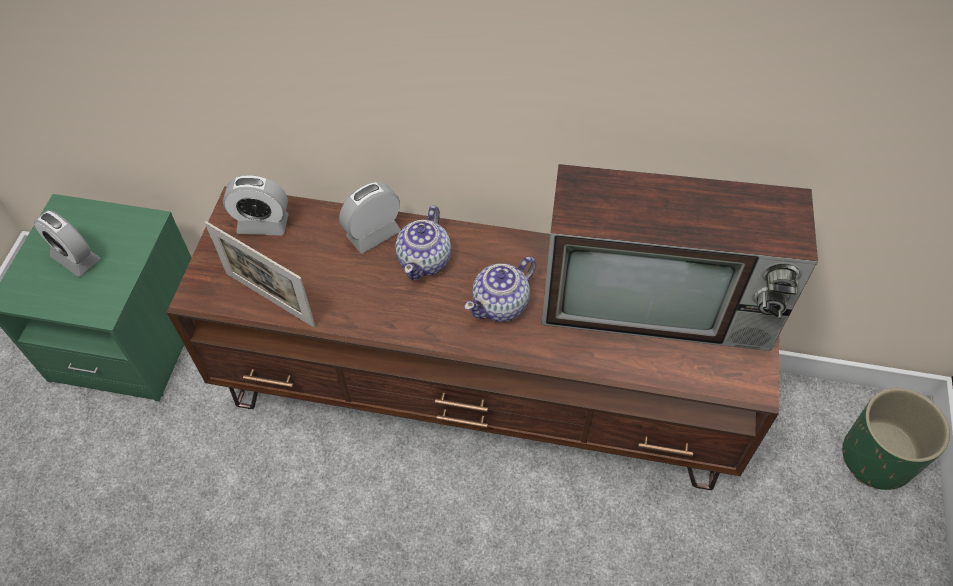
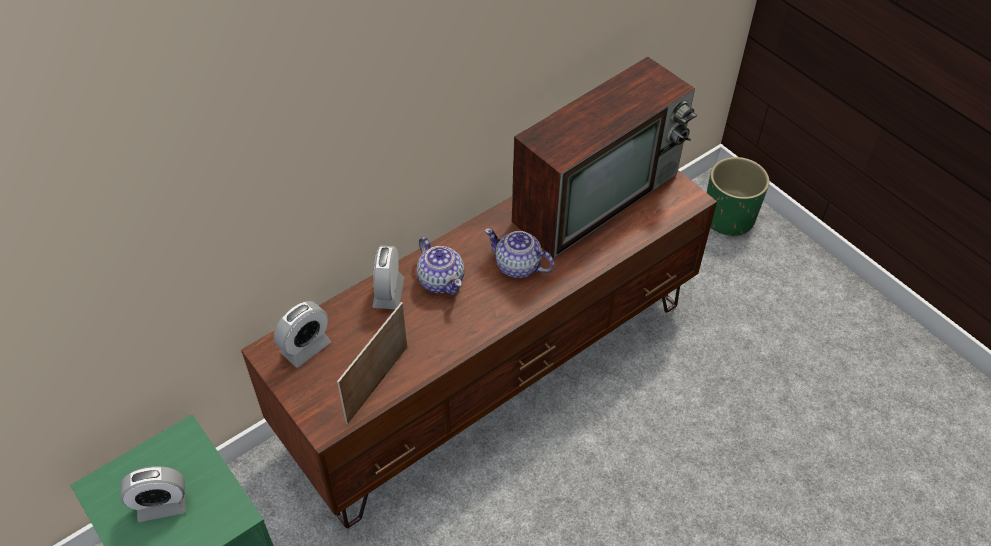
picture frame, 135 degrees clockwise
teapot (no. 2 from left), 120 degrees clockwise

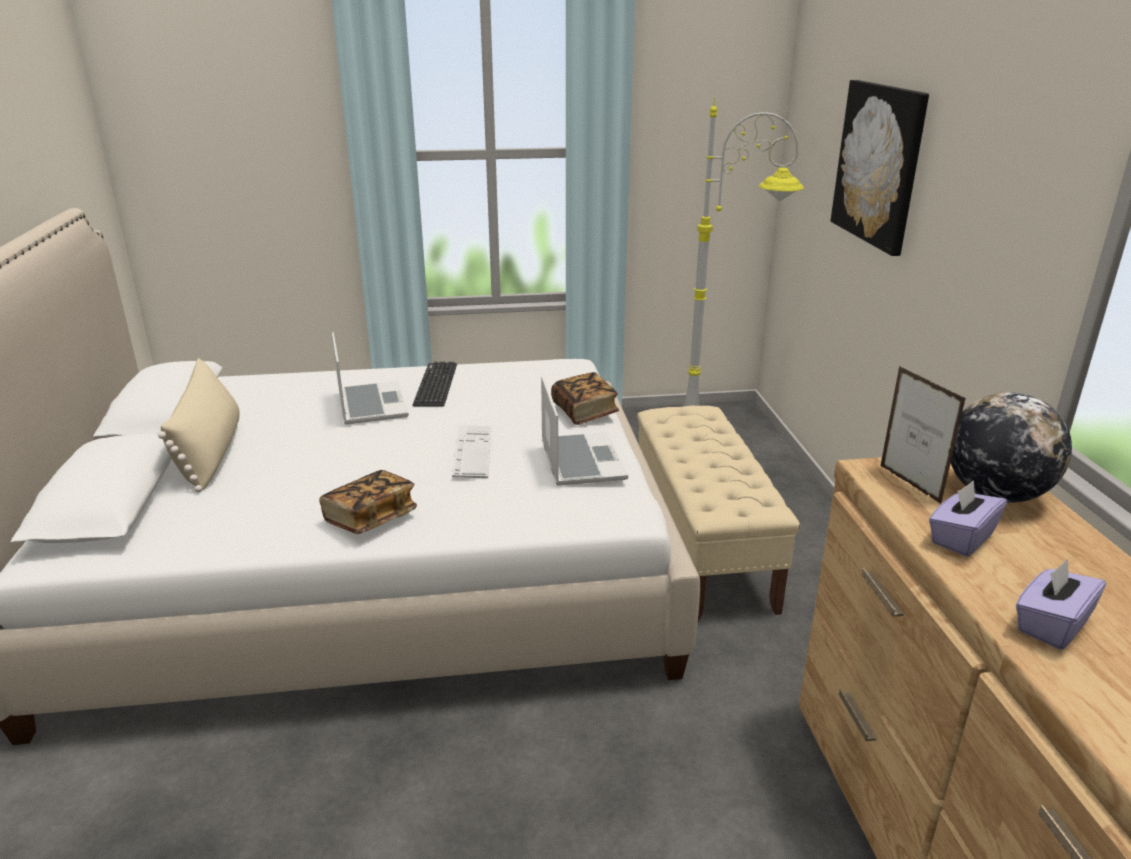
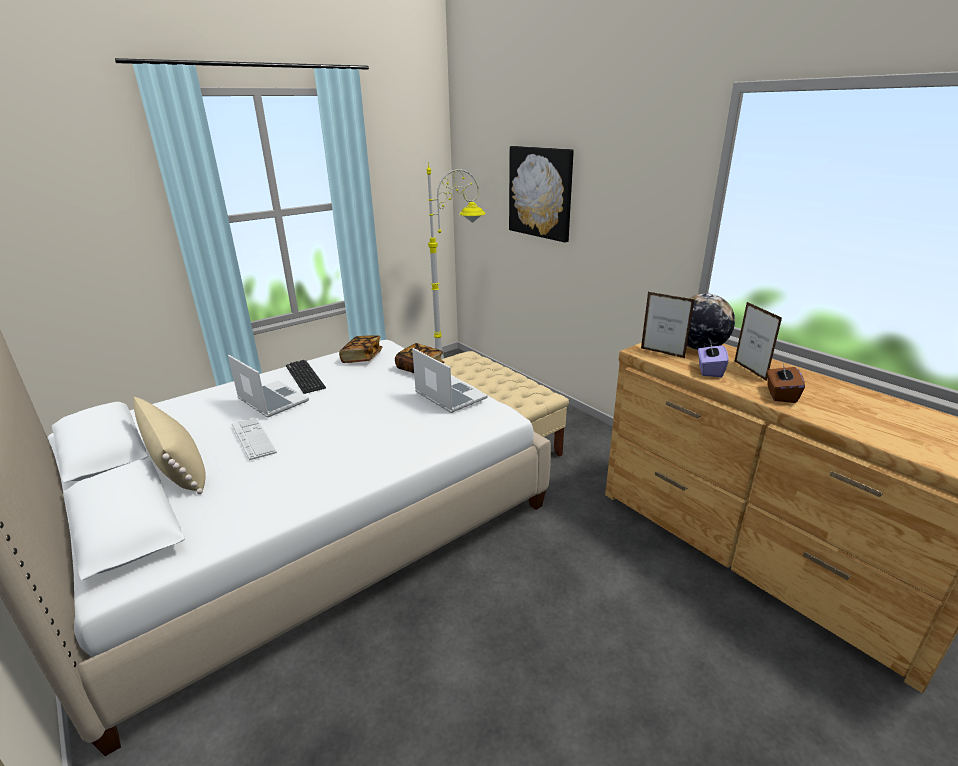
book (no. 1 from left), shifted
keyboard (no. 2 from left in the first image) => keyboard (no. 1 from left), shifted
tissue box/purple (no. 2 from left) => tissue box/brown
nothing => picture frame (no. 2 from left)

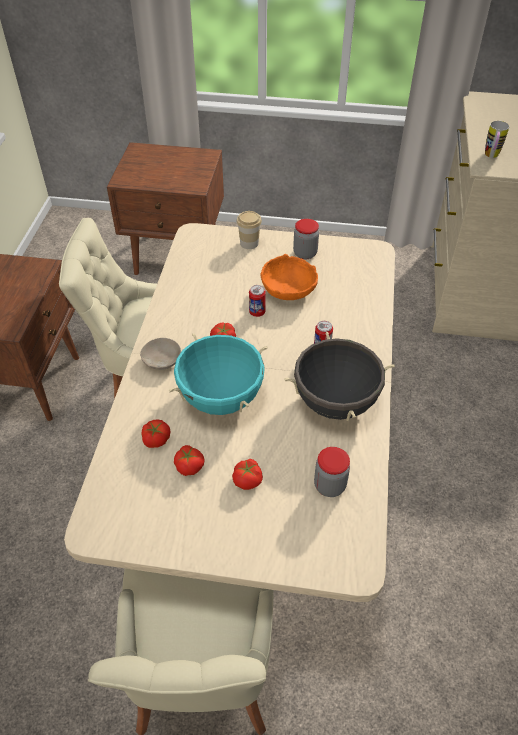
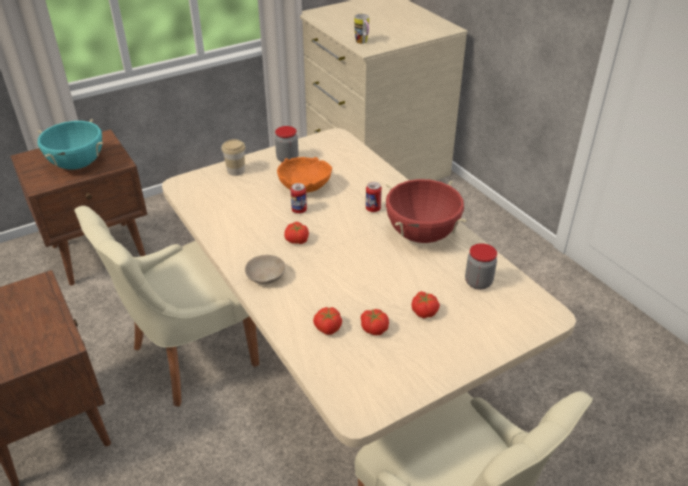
cooking pot/blue-green, shifted
cooking pot/blackish => cooking pot/red-coloured

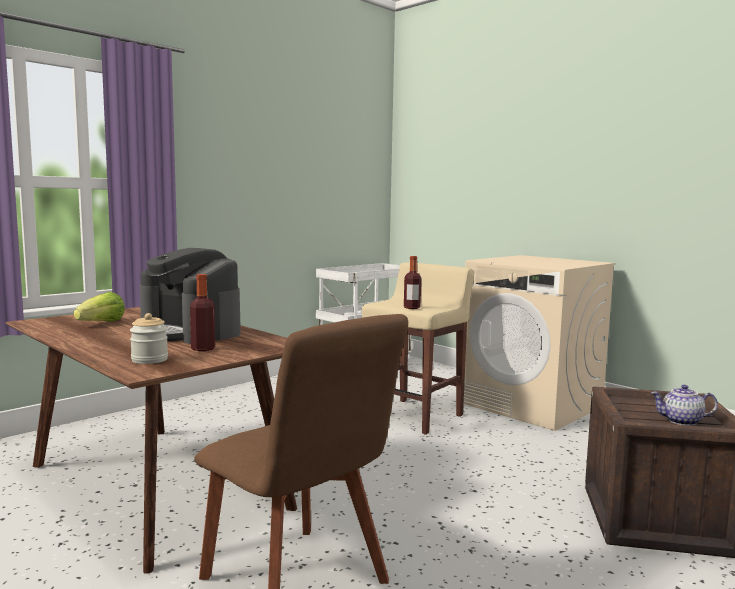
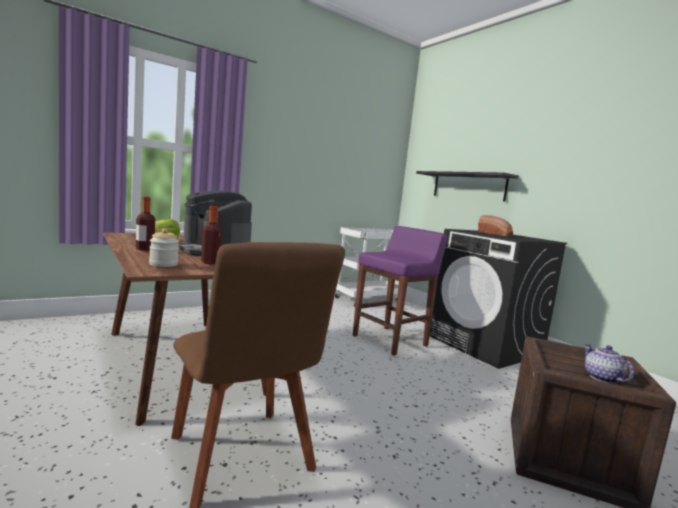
stool/sand-coloured => stool/purple
drink bottle (no. 2 from left in the first image) => drink bottle (no. 1 from left), shifted
washing machine/sand-coloured => washing machine/blackish
teapot, 60 degrees clockwise
nothing => wall shelf/blackish
nothing => baked bread

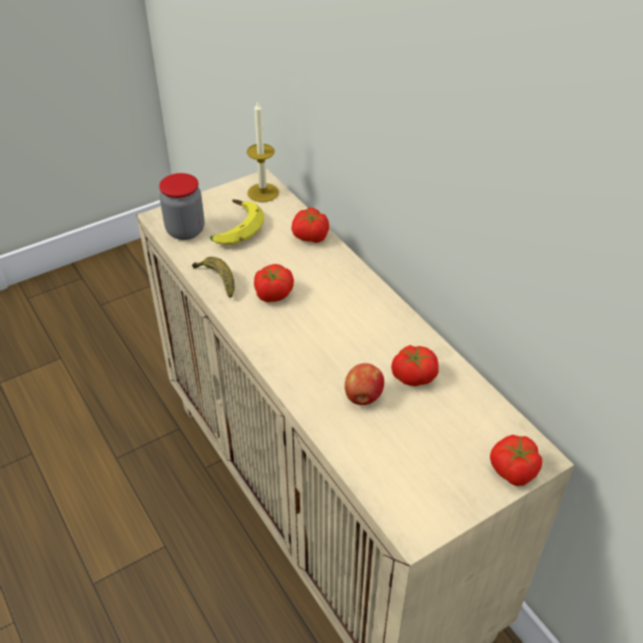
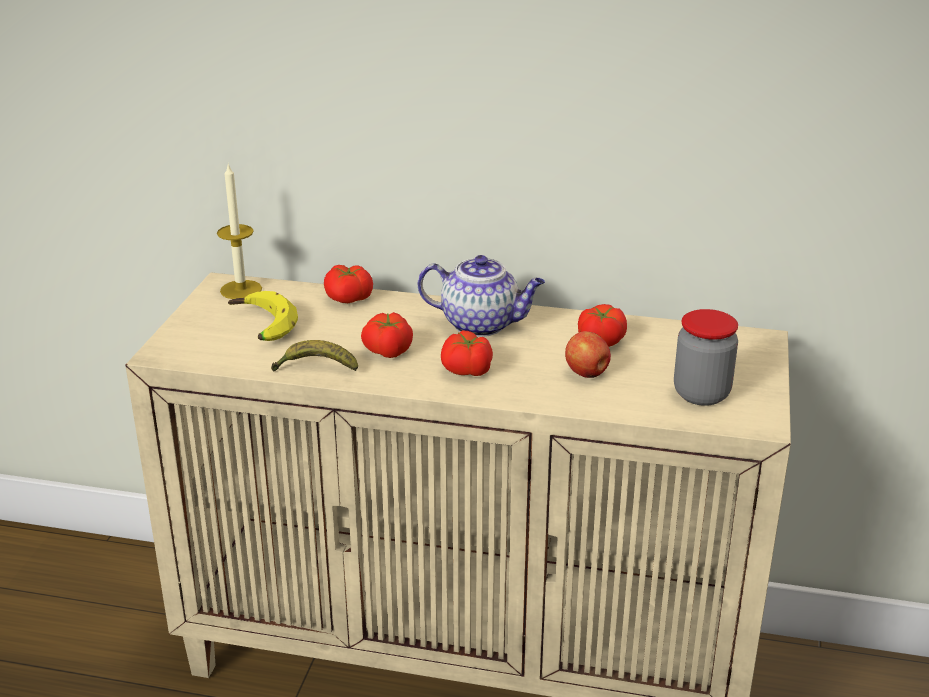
preserve jar, shifted
fresh tomato (no. 4 from left in the first image) => fresh tomato (no. 3 from left), shifted
nothing => teapot

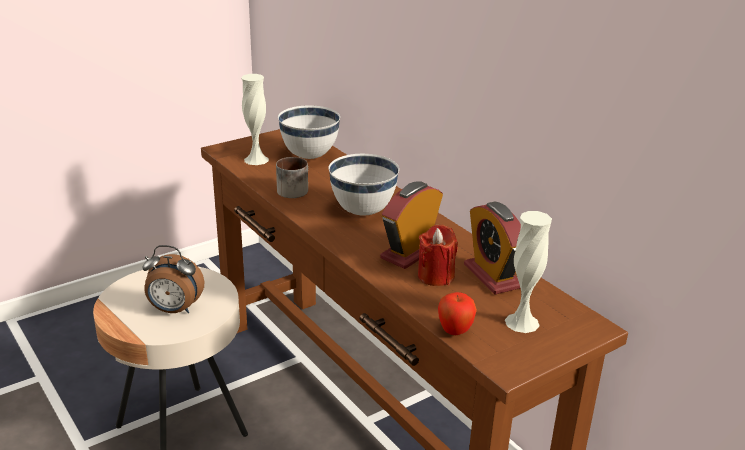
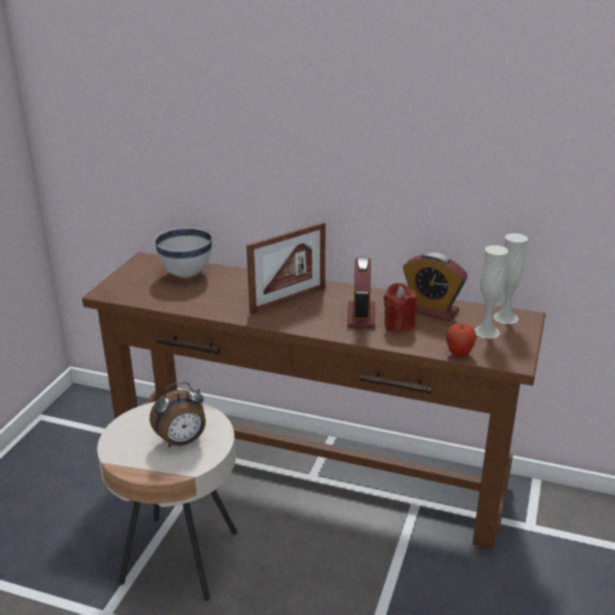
decorative vase/whitish (no. 1 from left in the first image) => decorative vase/whitish (no. 2 from left), shifted
mug => nothing
deep dish/whitish (no. 2 from left) => picture frame

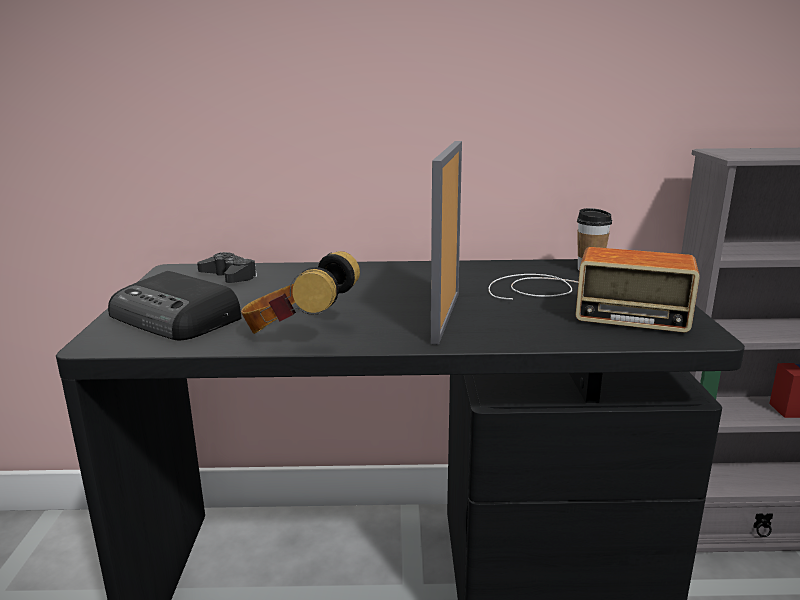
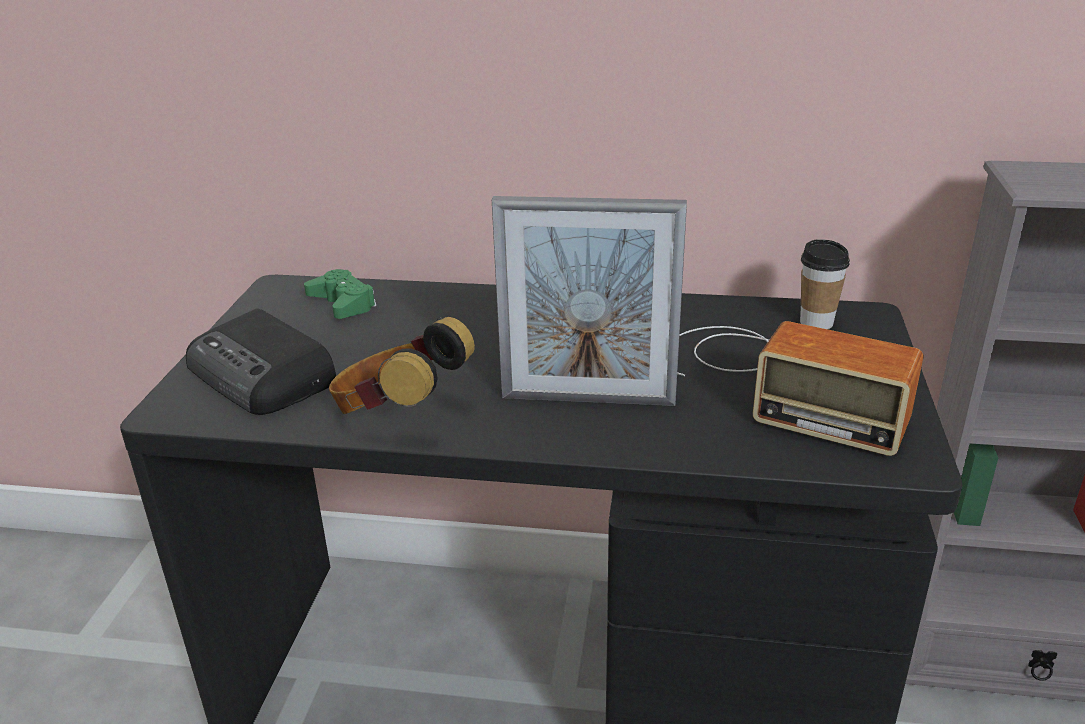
game controller/blackish => game controller/green
picture frame, 105 degrees counterclockwise

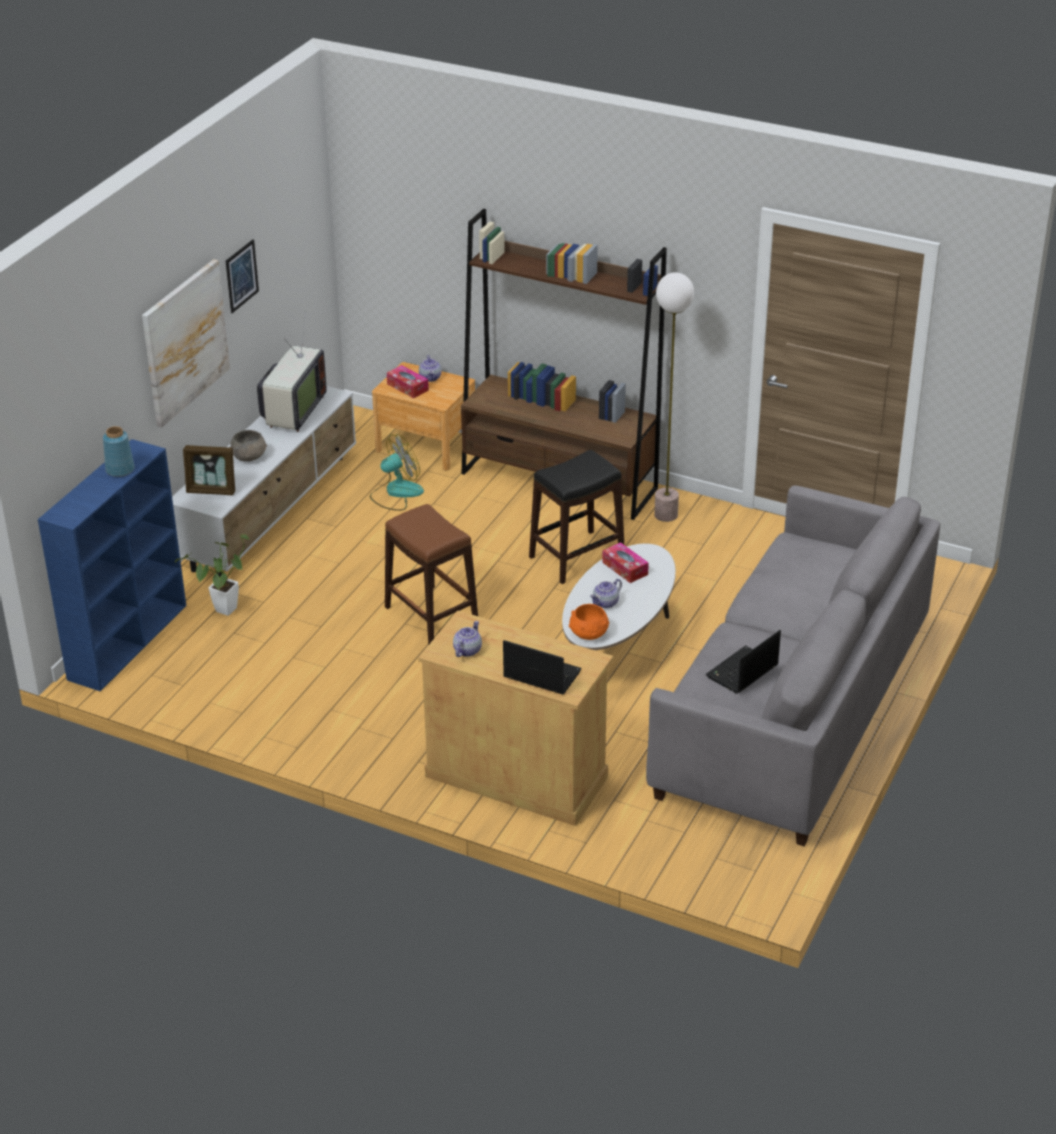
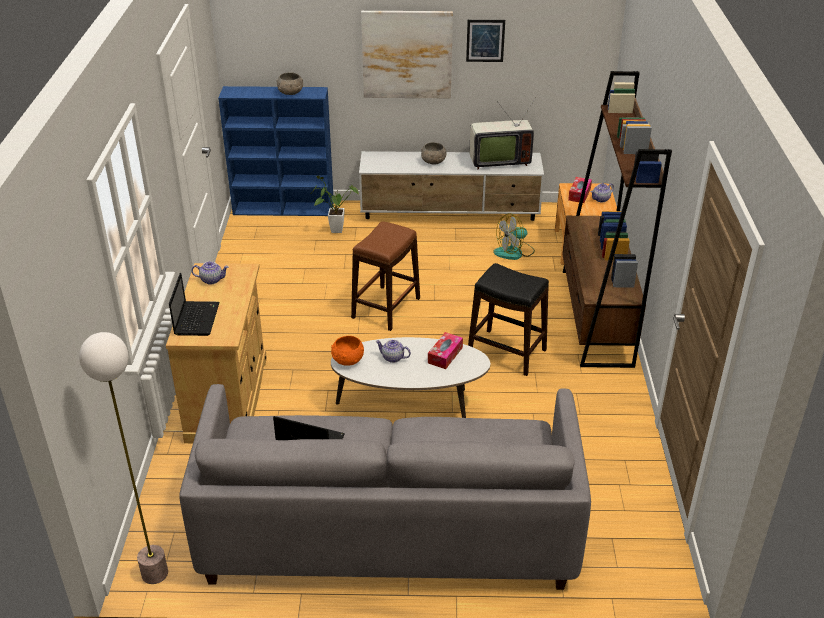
decorative vase/bluish => deep dish/grey (no. 1 from left)
picture frame => nothing
cooling fan, 120 degrees clockwise
standard lamp, shifted

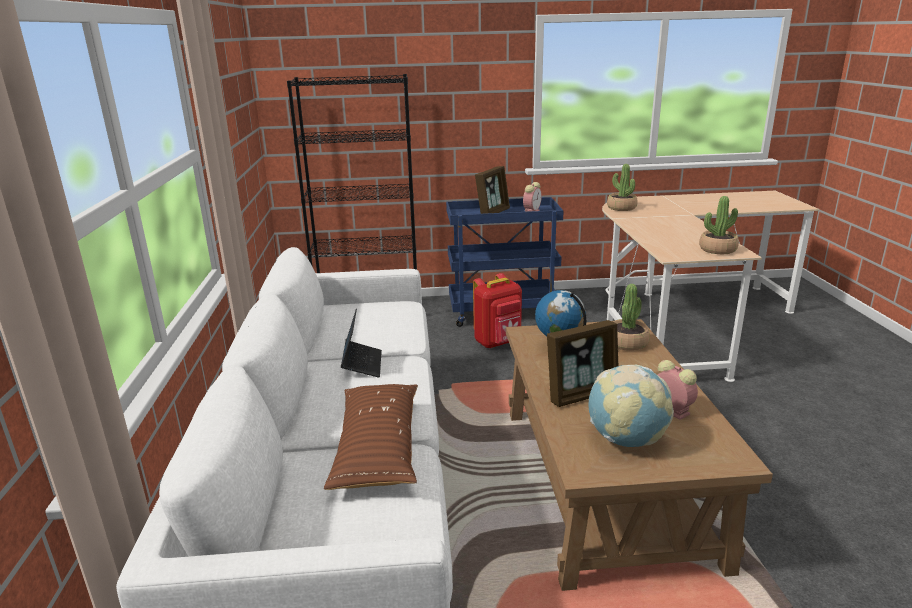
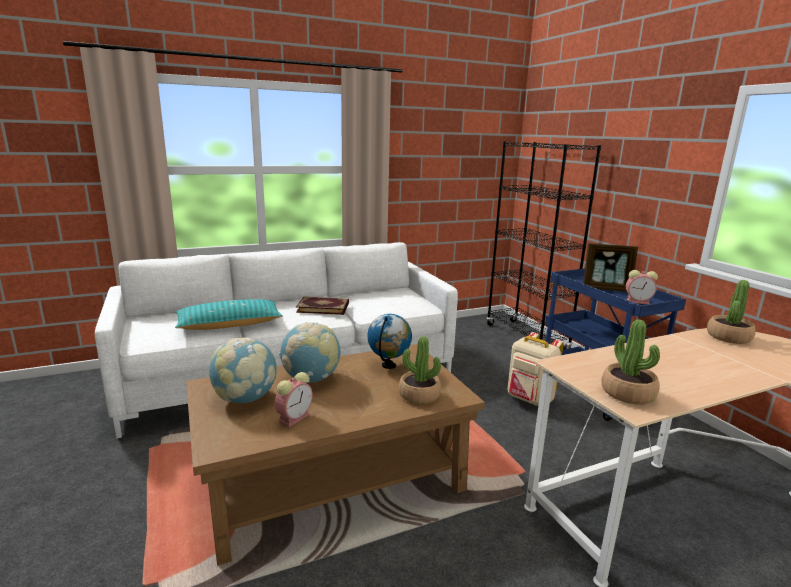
pillow/brown => pillow/blue-green
notebook computer => book
backpack/red-coloured => backpack/sand-coloured
picture frame (no. 2 from left) => globe (no. 2 from left)

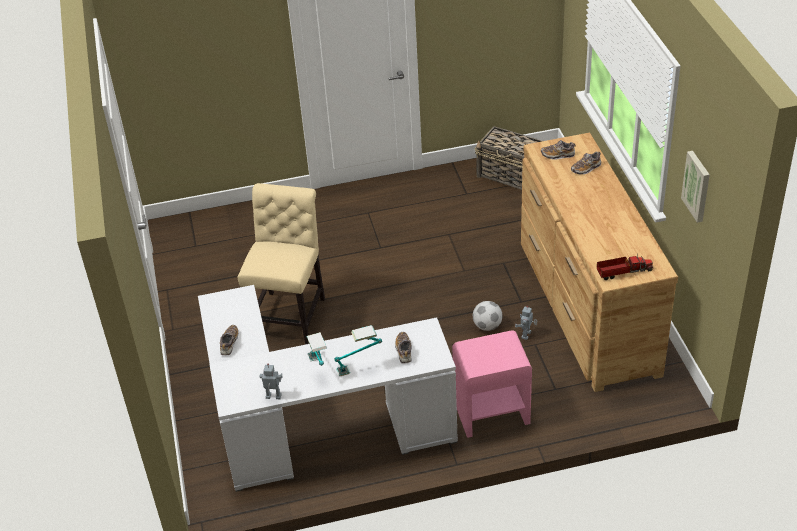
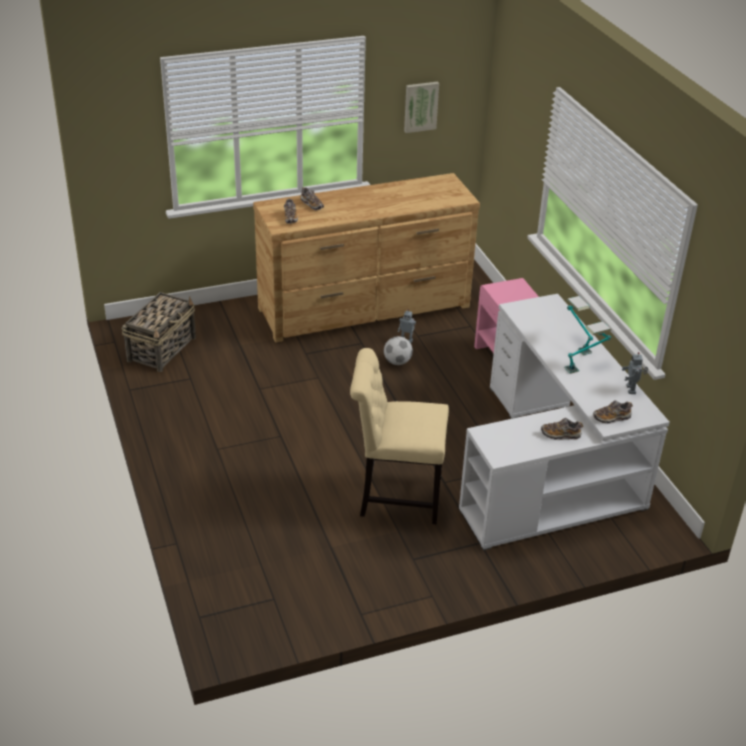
shoe (no. 2 from left in the first image) => shoe (no. 4 from left), shifted
toy lorry => nothing

